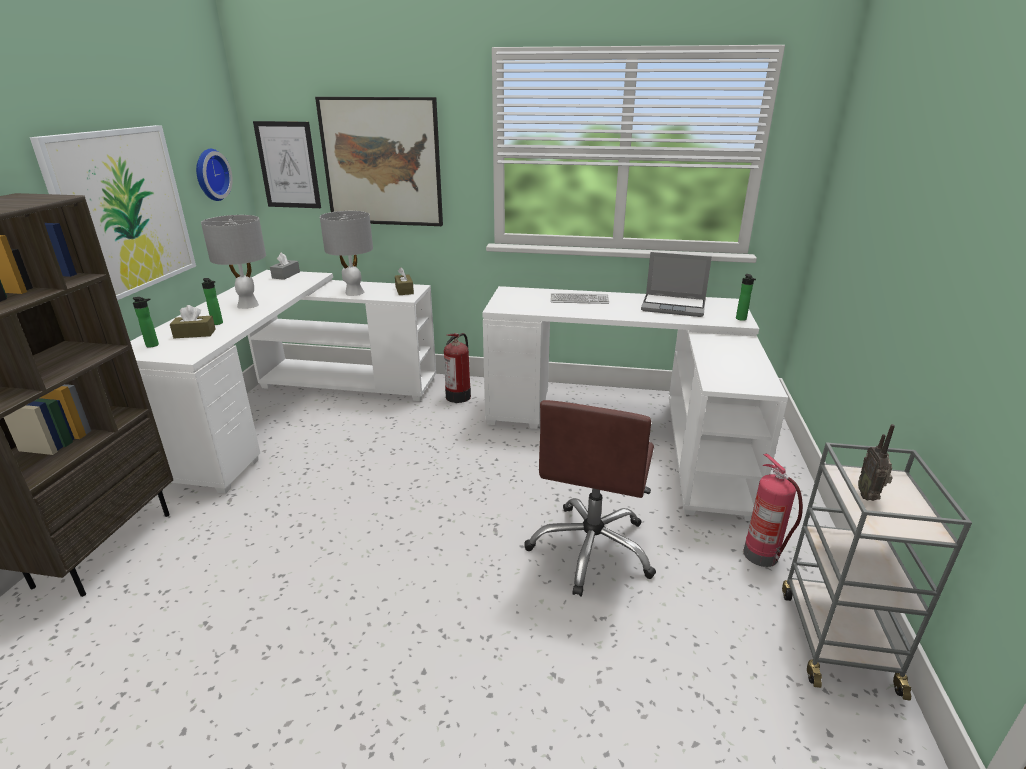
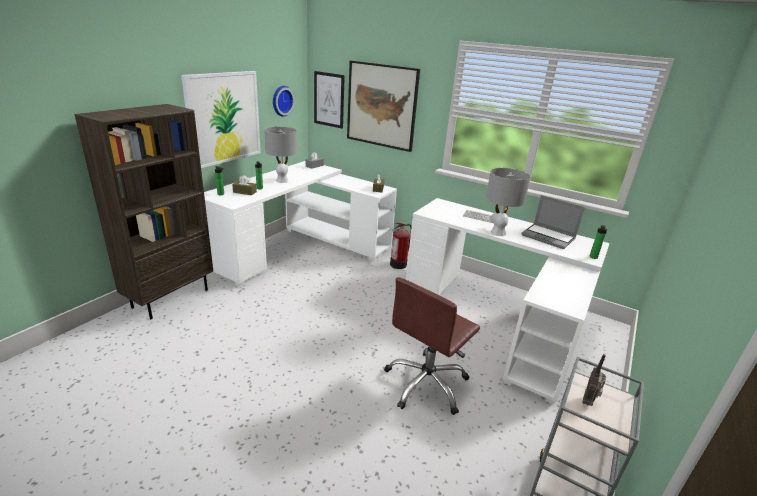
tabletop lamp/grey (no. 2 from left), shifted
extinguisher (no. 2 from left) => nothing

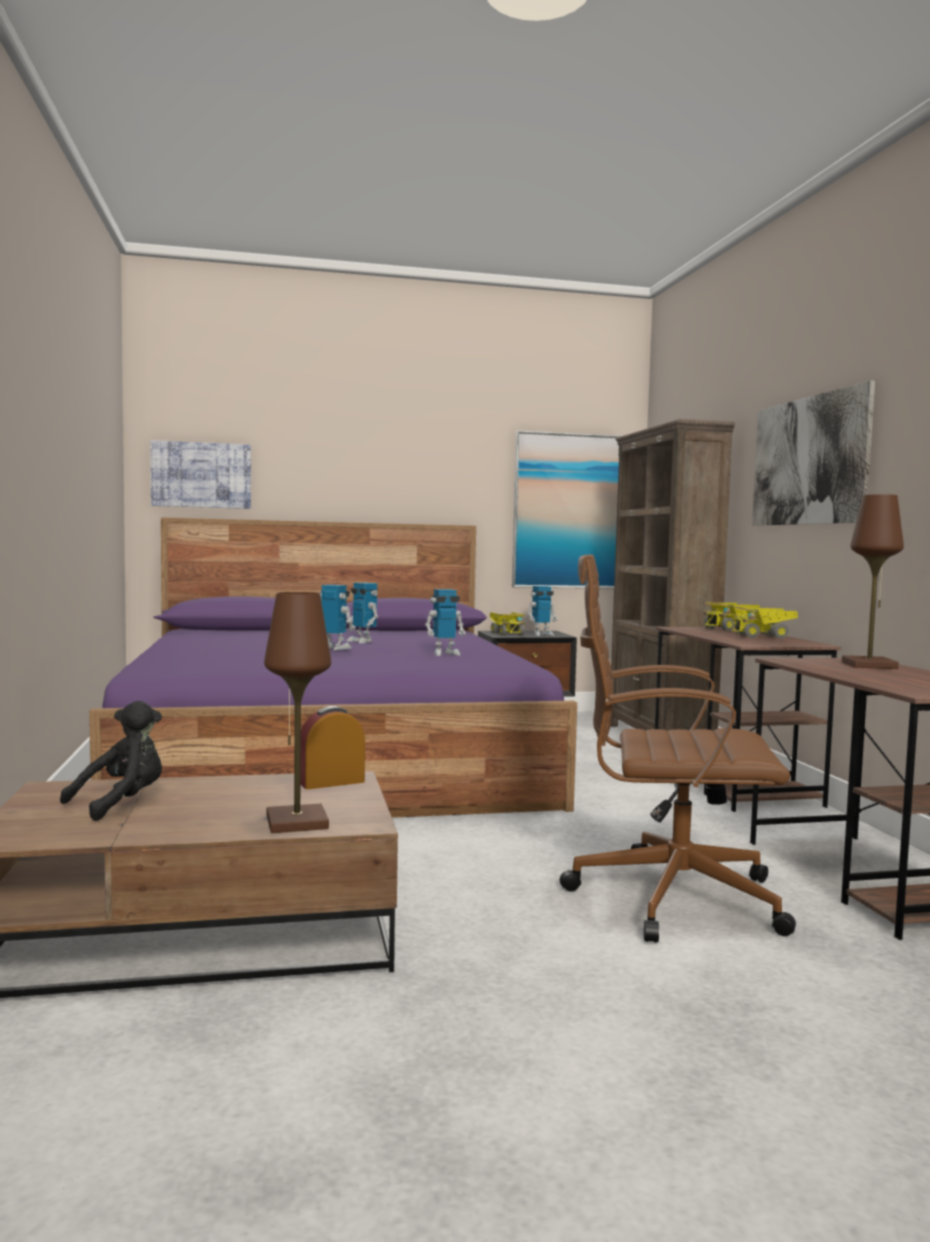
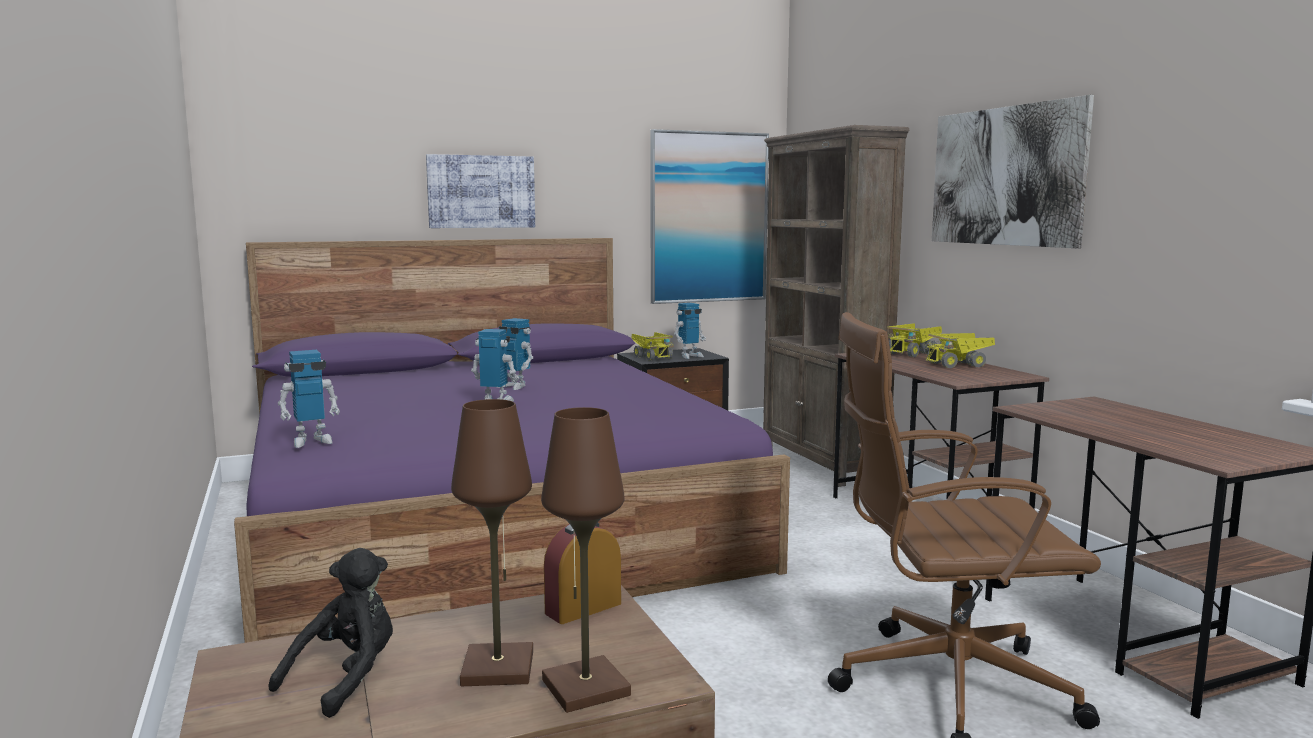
wall picture (no. 1 from left), shifted
robot figure (no. 3 from left in the first image) => robot figure (no. 1 from left), shifted
tabletop lamp/brown (no. 2 from left in the first image) => tabletop lamp/brown (no. 1 from left), shifted

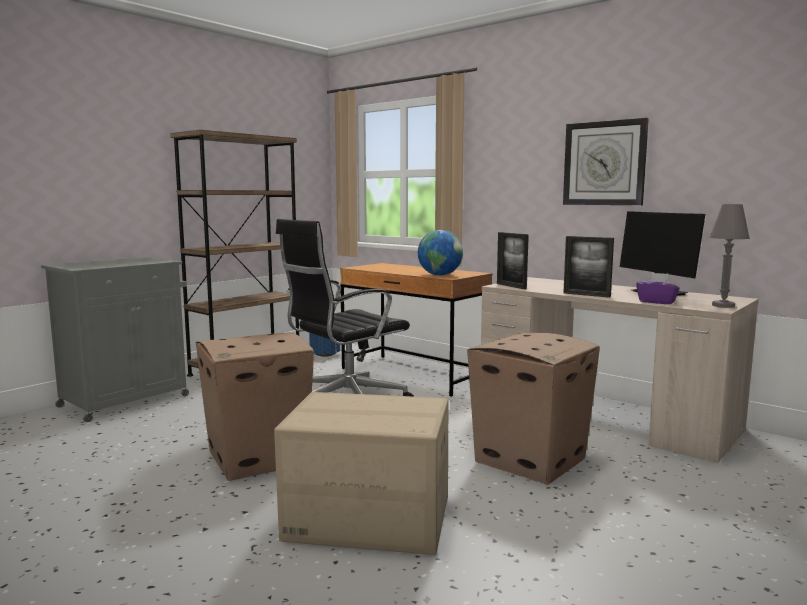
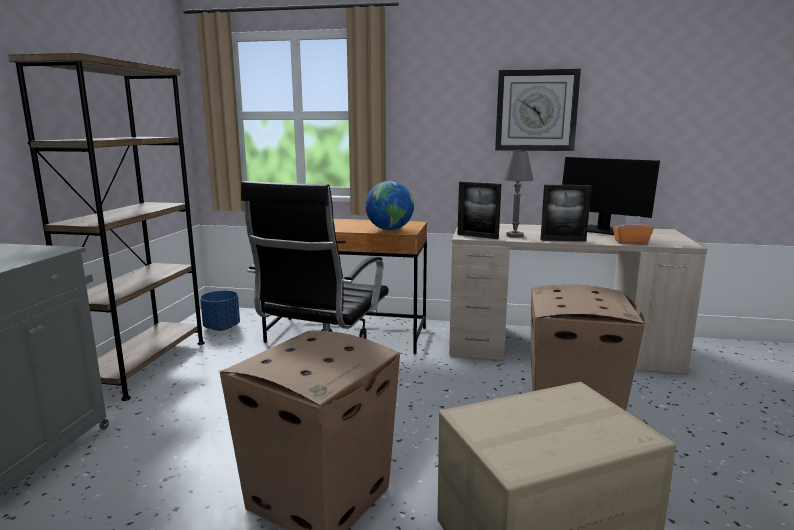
tissue box/purple => tissue box/orange-coloured
tabletop lamp/grey, shifted

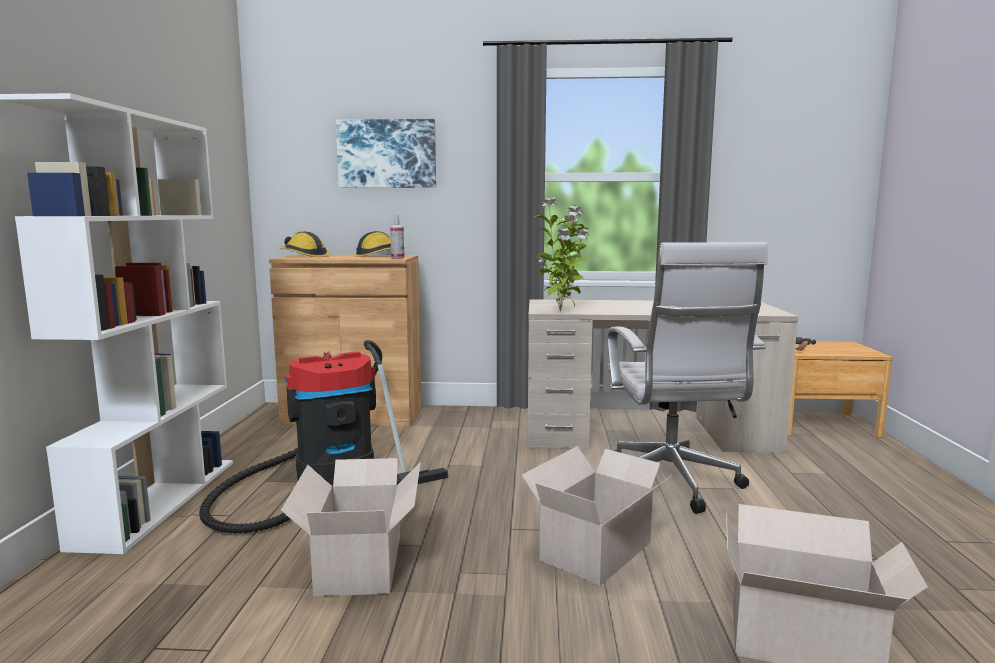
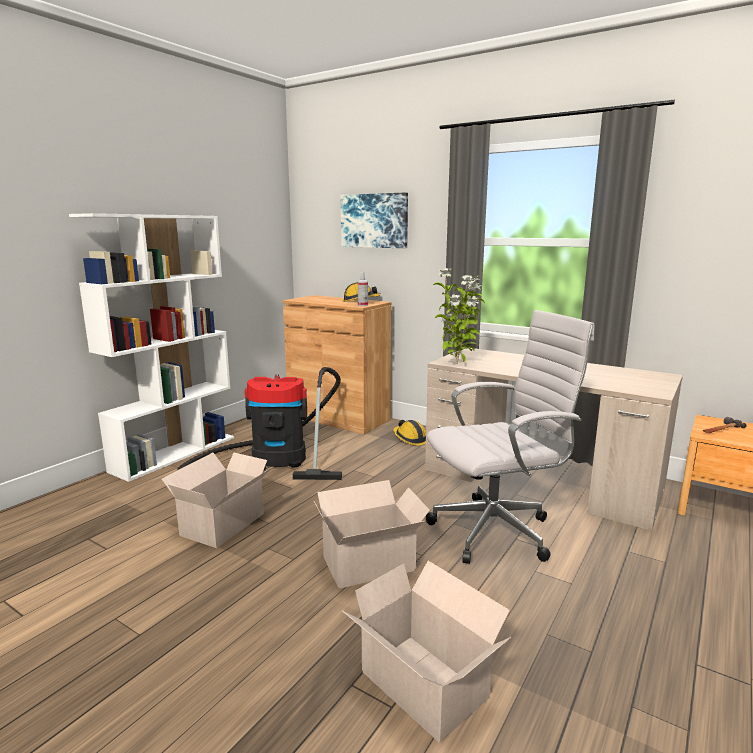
work helmet (no. 1 from left in the first image) => work helmet (no. 2 from left), shifted
desk chair/whitish, 135 degrees counterclockwise

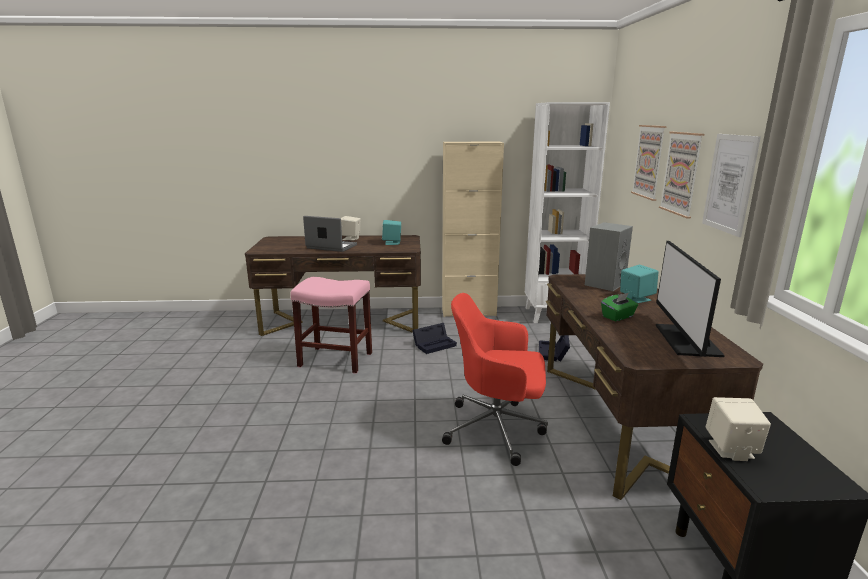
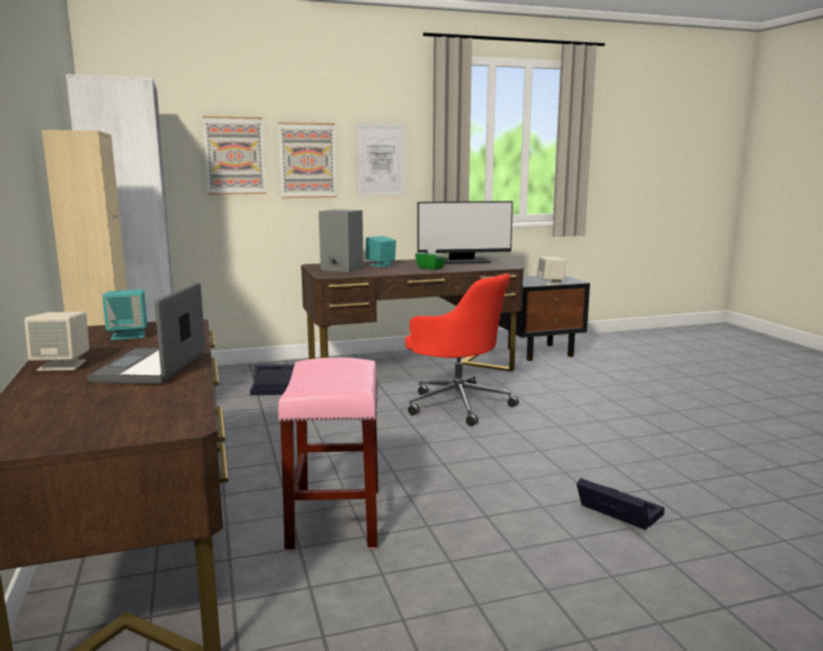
storage box/blackish (no. 1 from left in the first image) => storage box/blackish (no. 2 from left), shifted
desk chair/red-coloured, 45 degrees counterclockwise

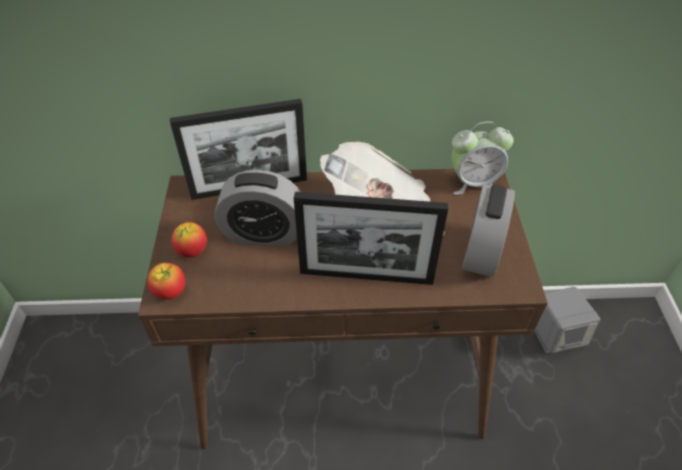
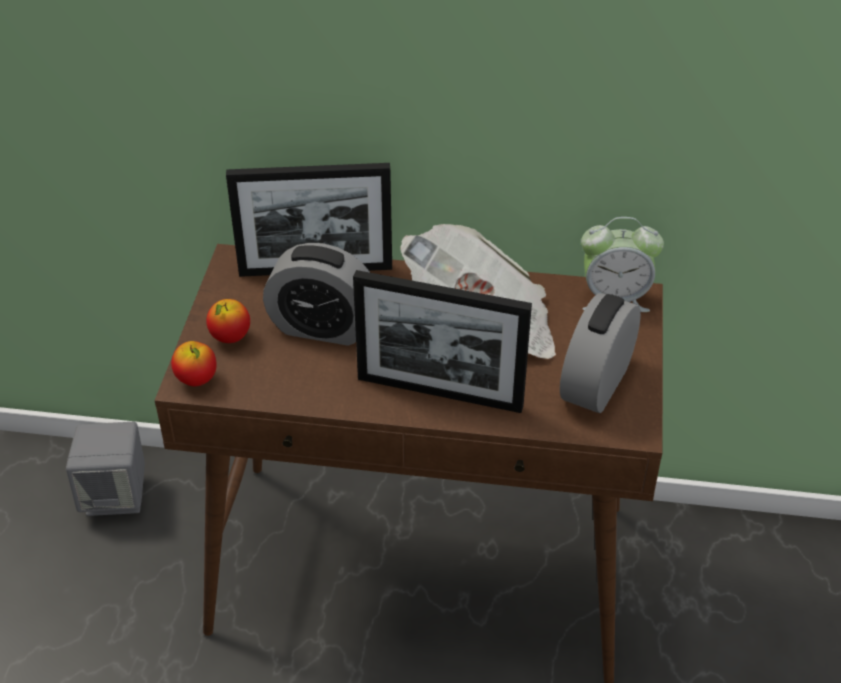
loudspeaker/grey, shifted

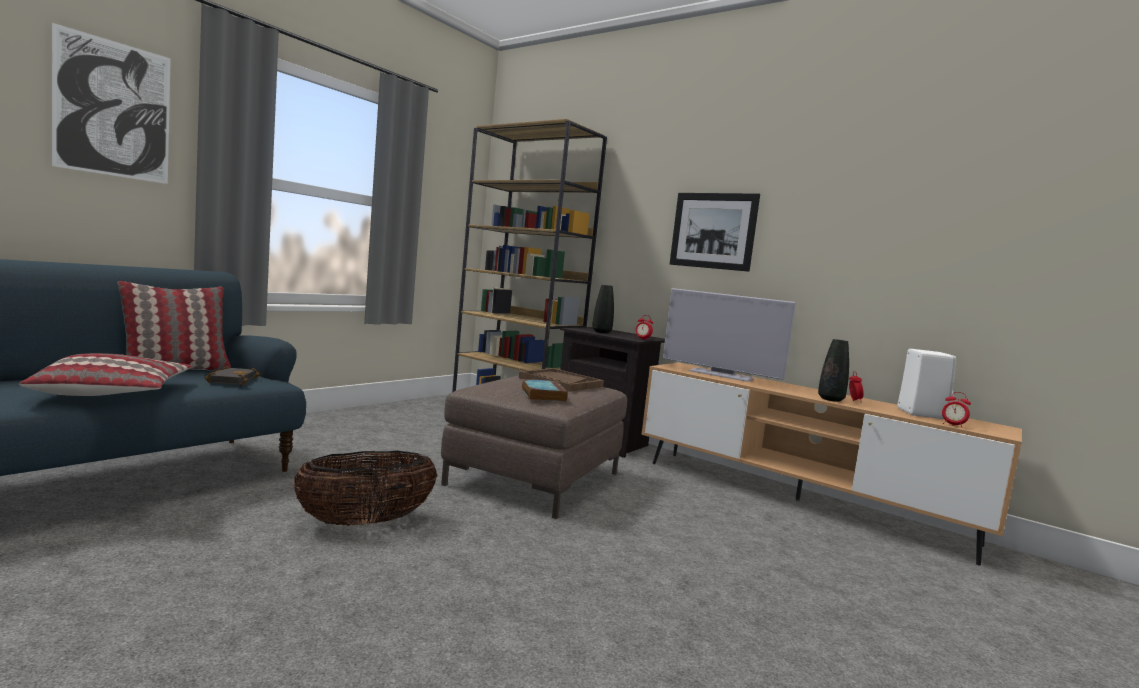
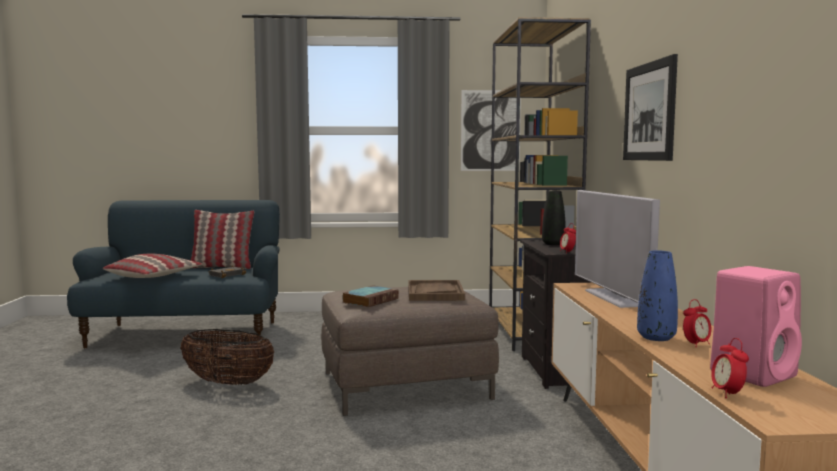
wall picture (no. 1 from left), shifted
decorative vase/blackish (no. 2 from left) => decorative vase/bluish
loudspeaker/whitish => loudspeaker/pinkish

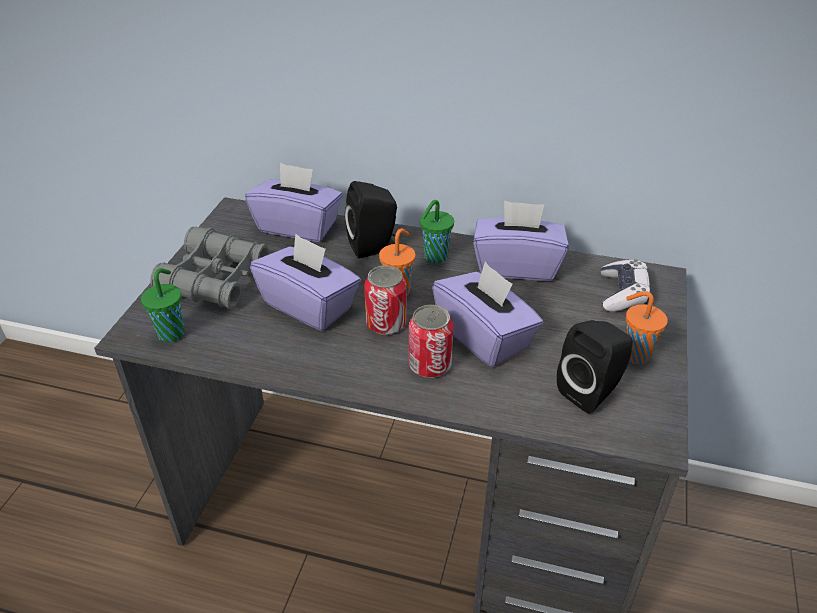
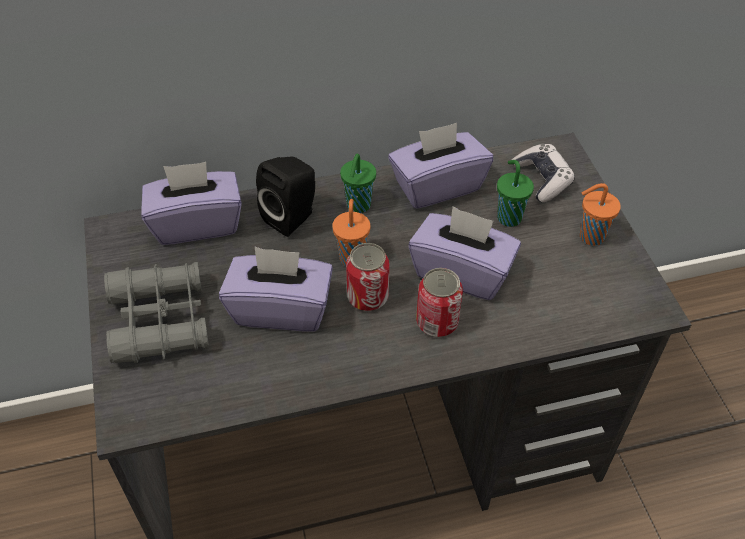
cup/green (no. 1 from left in the first image) => cup/green (no. 2 from left), shifted
loudspeaker/blackish (no. 2 from left) => nothing

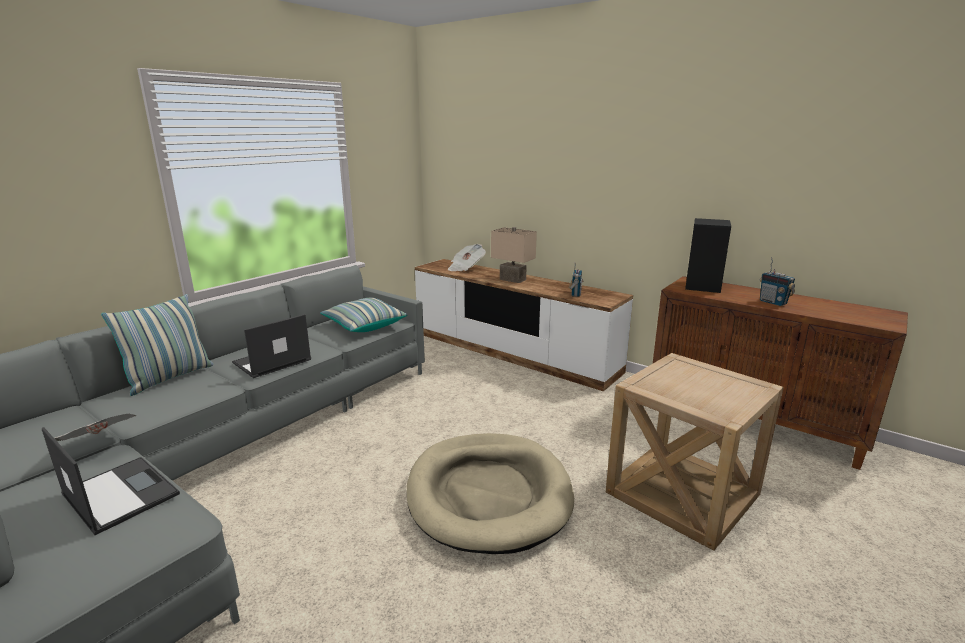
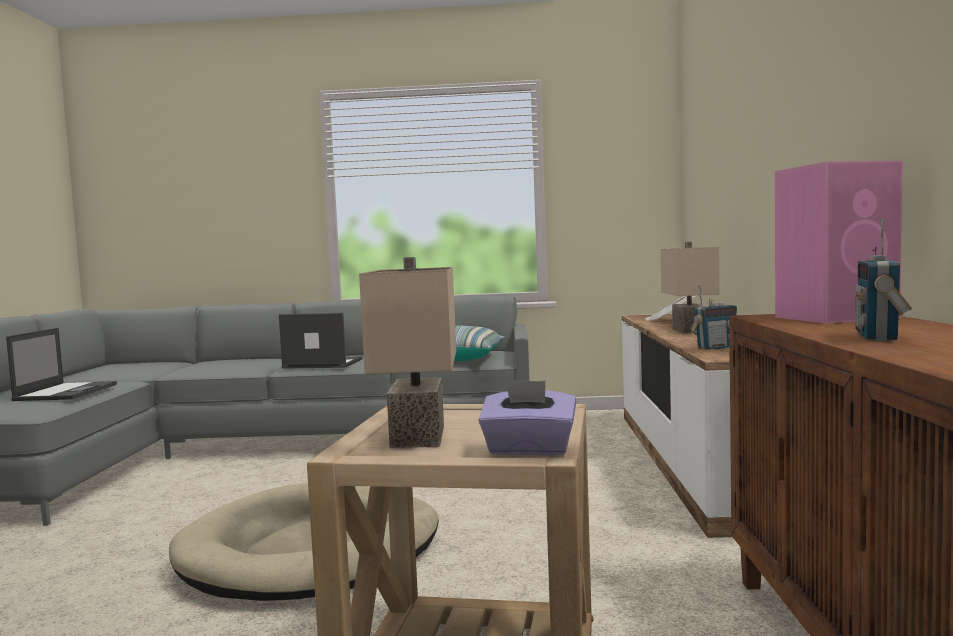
daily paper (no. 1 from left) => nothing
pillow (no. 1 from left) => nothing
loudspeaker/blackish => loudspeaker/pinkish
nothing => tabletop lamp/sand-coloured (no. 1 from left)
nothing => tissue box/purple

